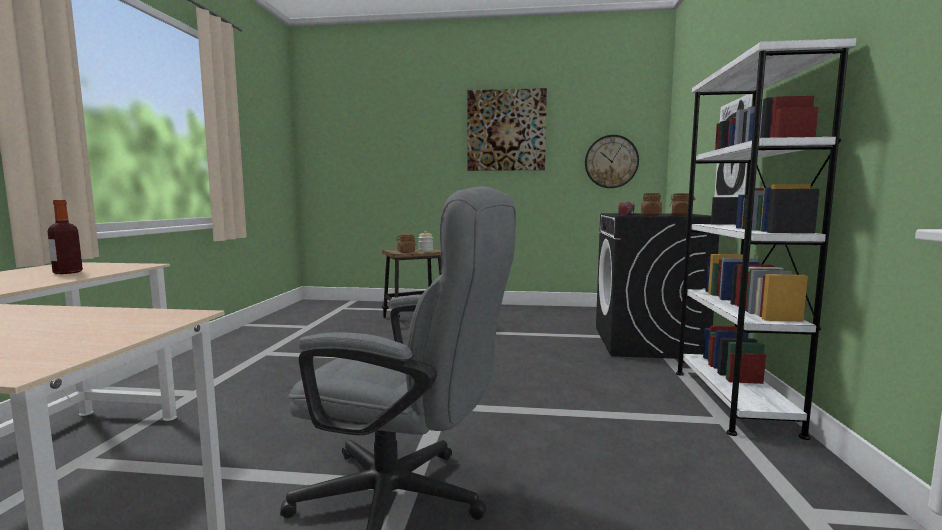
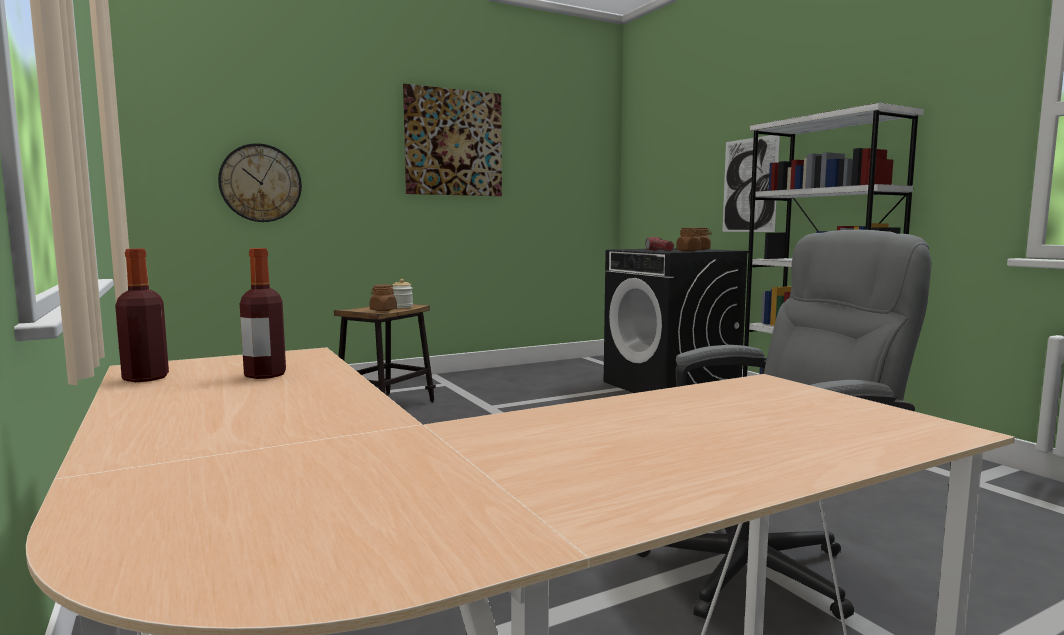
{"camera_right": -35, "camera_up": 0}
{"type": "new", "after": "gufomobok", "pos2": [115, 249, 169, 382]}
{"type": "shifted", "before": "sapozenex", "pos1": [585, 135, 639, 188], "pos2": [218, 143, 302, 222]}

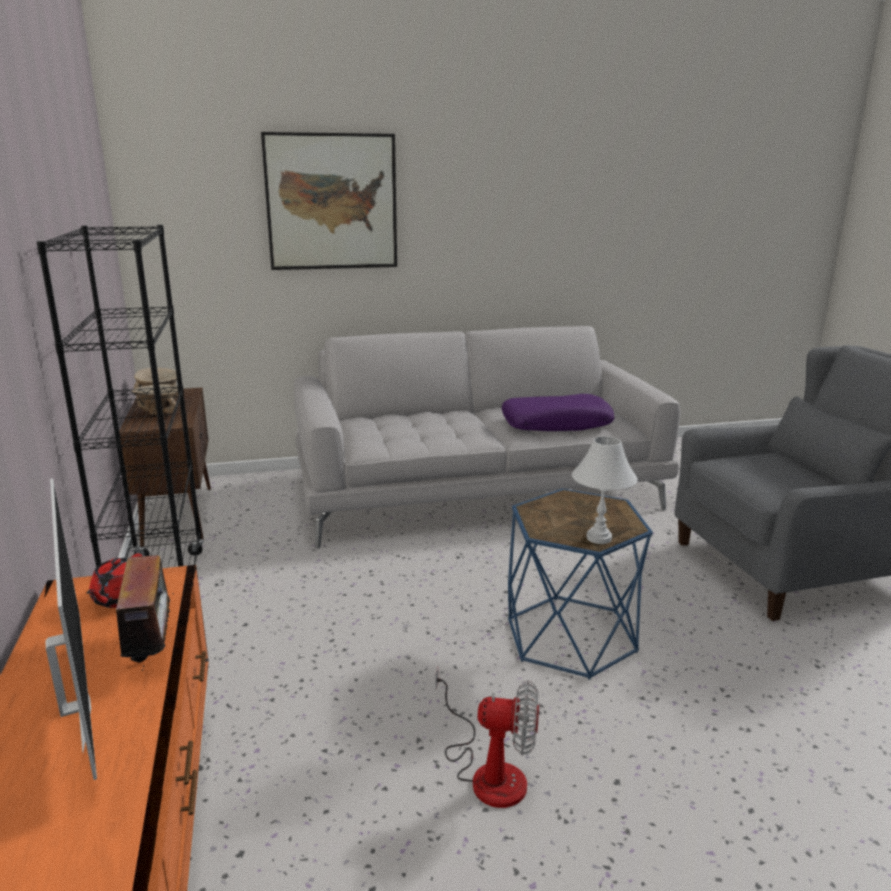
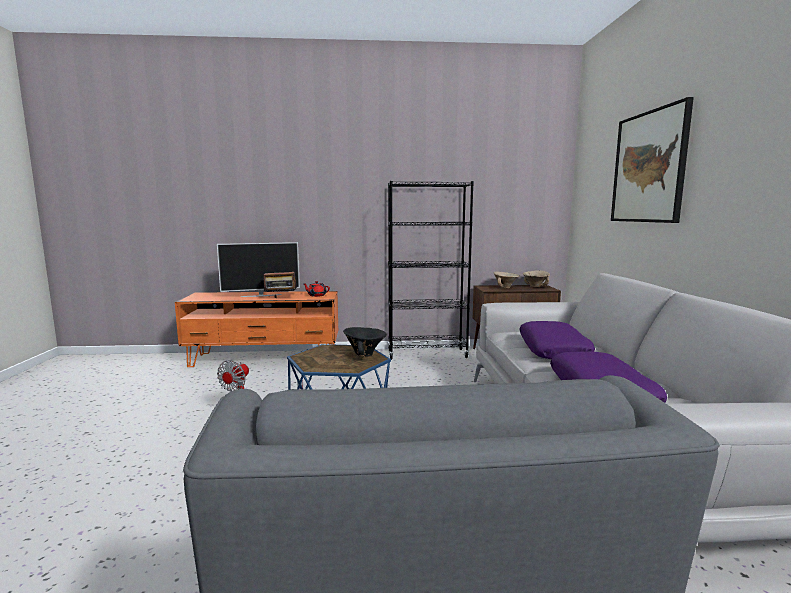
{"camera_right": 100, "camera_up": -10}
{"type": "new", "after": "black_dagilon", "pos2": [343, 327, 387, 358]}
{"type": "new", "after": "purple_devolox", "pos2": [519, 321, 595, 359]}
{"type": "gone", "before": "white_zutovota", "pos1": [572, 436, 638, 544]}

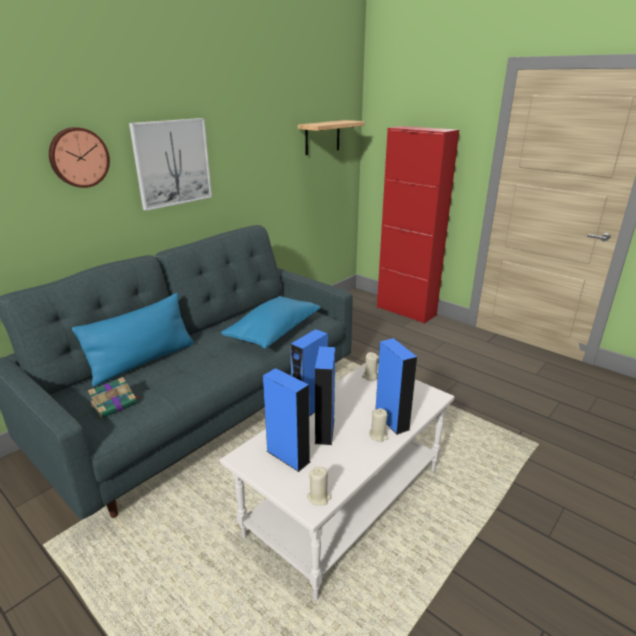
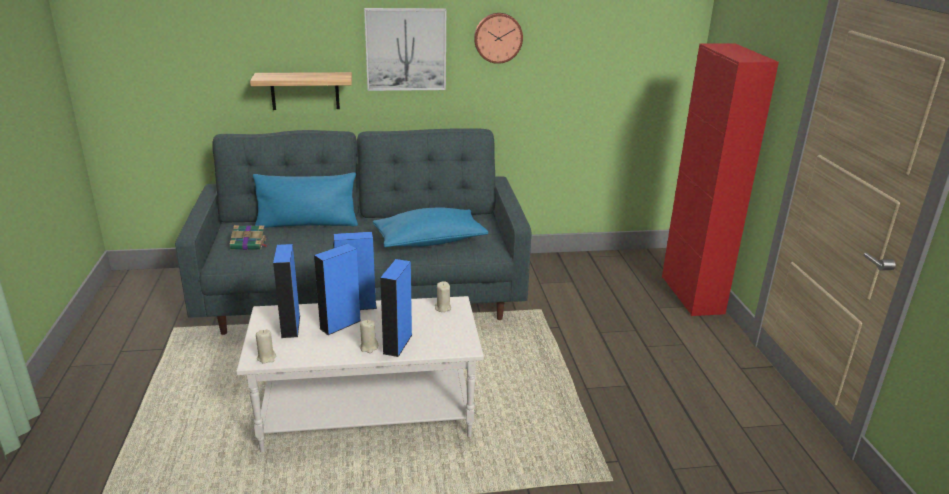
{"camera_right": 40, "camera_up": 0}
{"type": "shifted", "before": "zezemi", "pos1": [298, 120, 365, 155], "pos2": [250, 72, 352, 110]}
{"type": "shifted", "before": "sapozenex", "pos1": [49, 127, 110, 188], "pos2": [474, 13, 523, 64]}

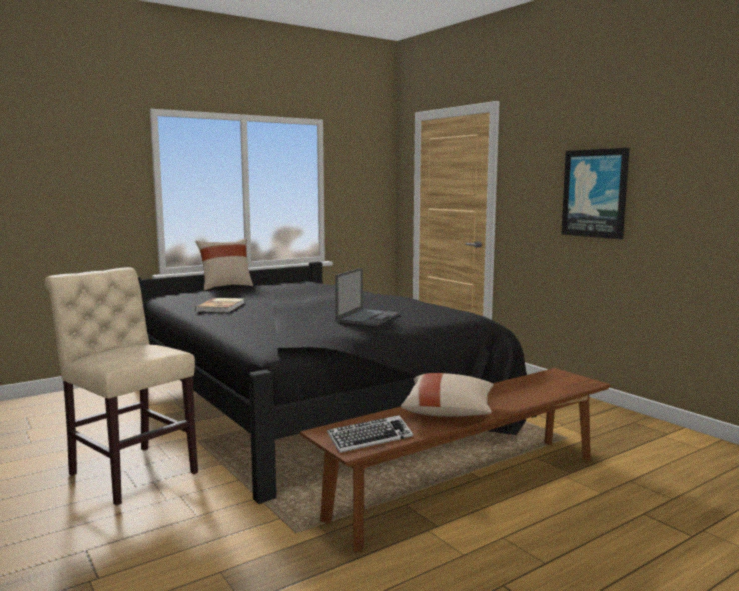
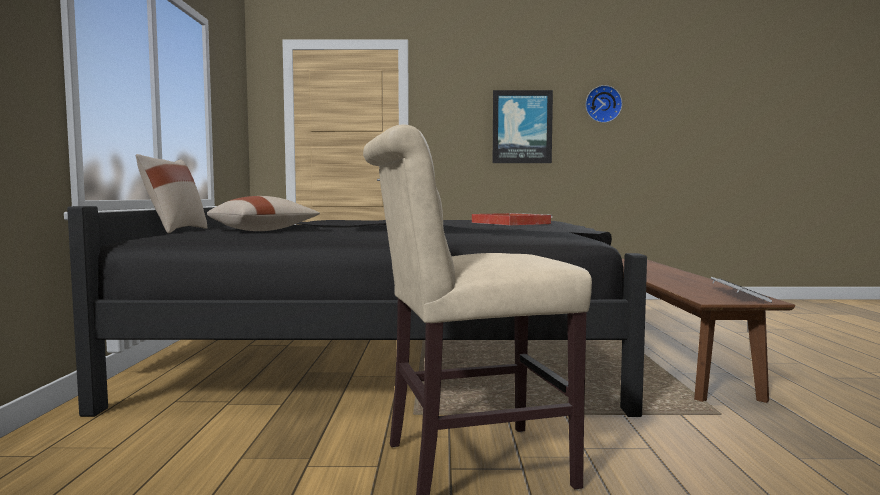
{"camera_right": -55, "camera_up": -5}
{"type": "shifted", "before": "beige_devolox", "pos1": [401, 373, 494, 417], "pos2": [207, 196, 320, 231]}
{"type": "swapped", "before": "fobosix", "after": "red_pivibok", "pos1": [335, 268, 400, 326], "pos2": [472, 213, 553, 225]}
{"type": "new", "after": "sapozenex", "pos2": [585, 85, 622, 123]}
{"type": "gone", "before": "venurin", "pos1": [195, 298, 244, 312]}

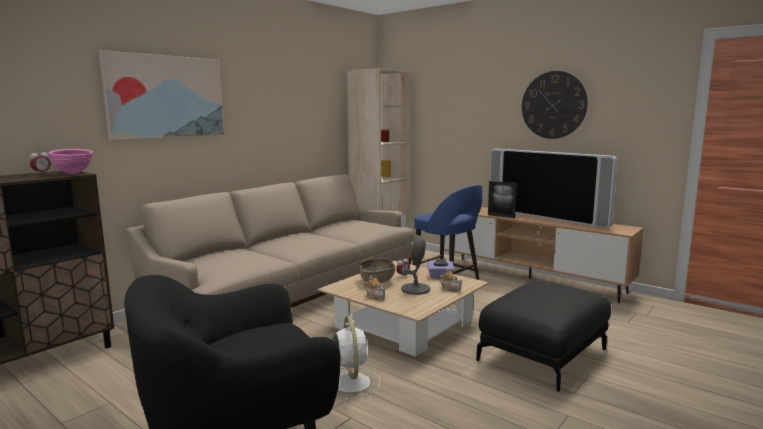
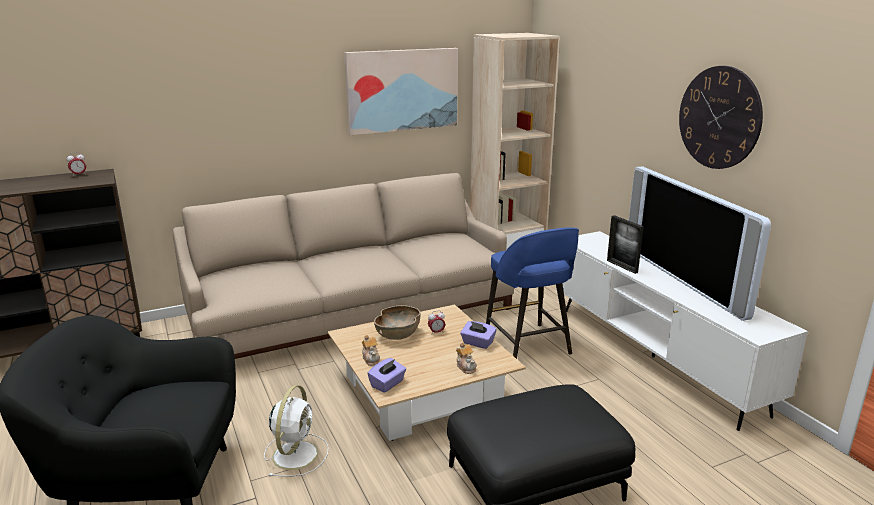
{"camera_right": 25, "camera_up": 10}
{"type": "shifted", "before": "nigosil", "pos1": [99, 50, 224, 140], "pos2": [344, 48, 458, 135]}
{"type": "new", "after": "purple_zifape", "pos2": [367, 358, 406, 393]}
{"type": "repainted", "before": "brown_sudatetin", "after": "white_sudatetin", "pos1": [444, 207, 644, 303], "pos2": [556, 231, 808, 431]}
{"type": "gone", "before": "pink_dagilon", "pos1": [48, 149, 93, 174]}
{"type": "gone", "before": "grey_zutovota", "pos1": [401, 234, 430, 295]}

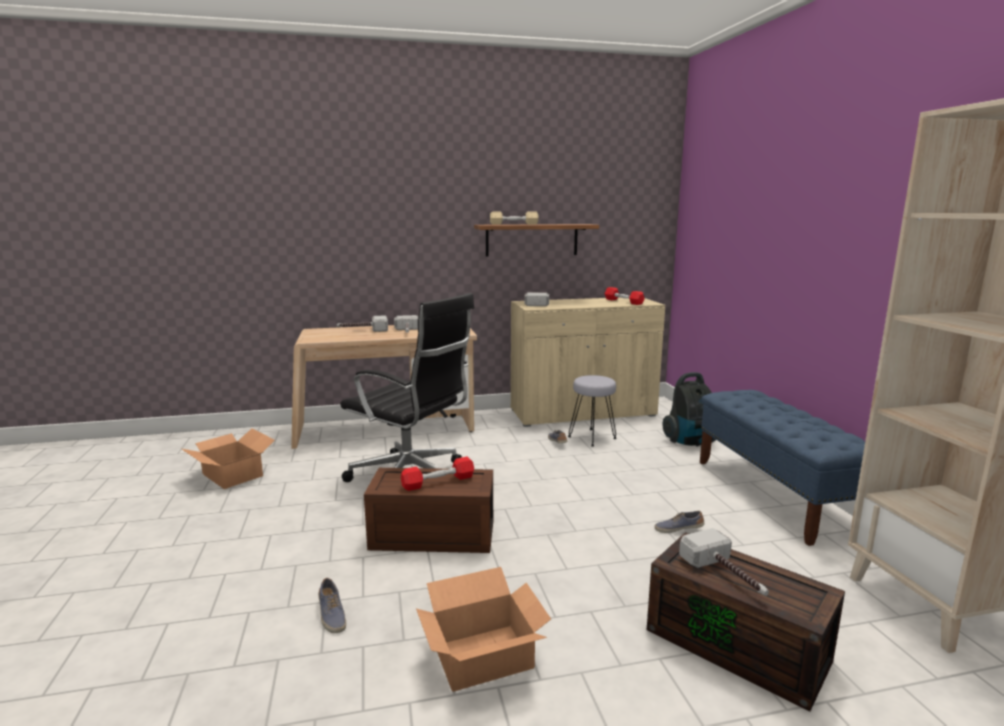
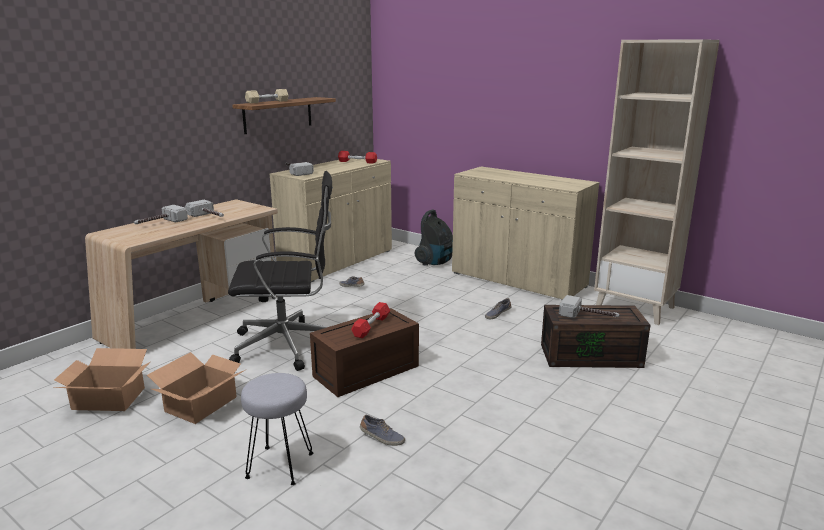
{"camera_right": -40, "camera_up": 5}
{"type": "shifted", "before": "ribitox", "pos1": [416, 567, 551, 692], "pos2": [147, 352, 245, 424]}
{"type": "shifted", "before": "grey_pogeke", "pos1": [568, 375, 617, 447], "pos2": [241, 373, 313, 485]}
{"type": "swapped", "before": "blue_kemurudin", "after": "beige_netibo", "pos1": [700, 390, 865, 546], "pos2": [452, 167, 599, 301]}

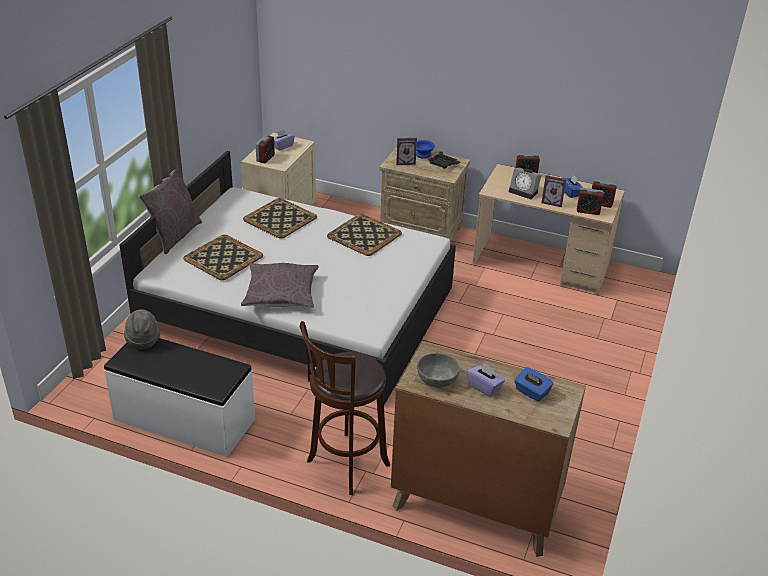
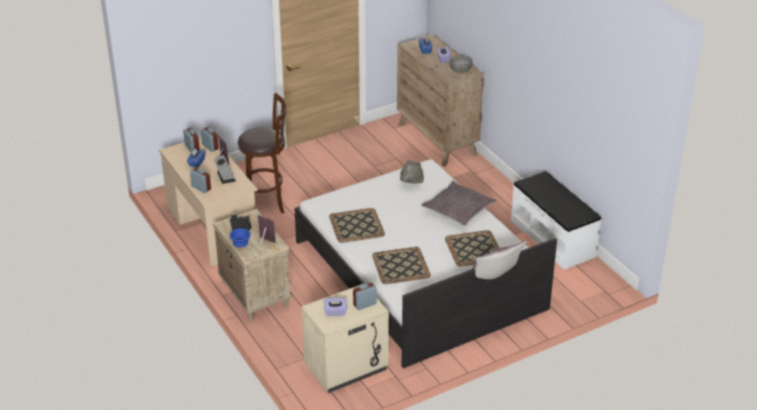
{"camera_right": -140, "camera_up": 0}
{"type": "shifted", "before": "brown_pogeke", "pos1": [300, 321, 390, 495], "pos2": [238, 93, 287, 214]}
{"type": "shifted", "before": "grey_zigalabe", "pos1": [124, 309, 160, 350], "pos2": [400, 160, 424, 184]}

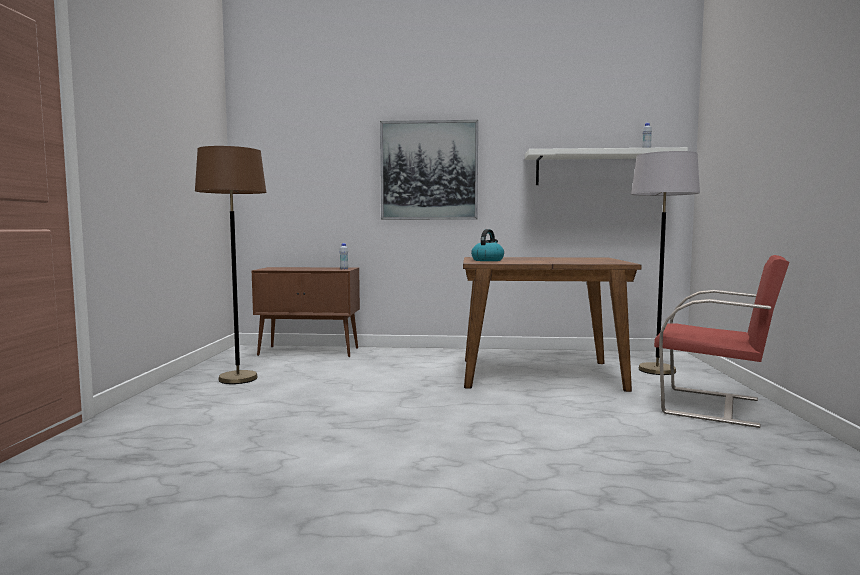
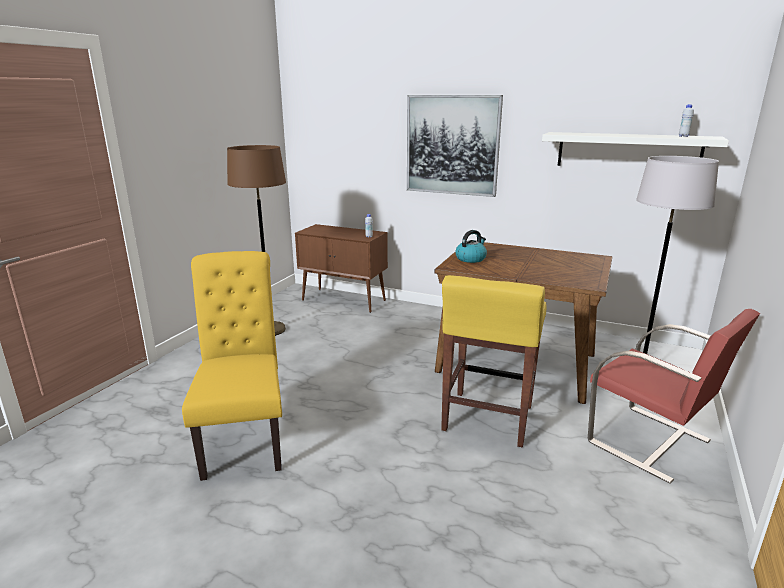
{"camera_right": 20, "camera_up": 15}
{"type": "new", "after": "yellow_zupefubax", "pos2": [182, 251, 282, 481]}
{"type": "new", "after": "yellow_pogeke", "pos2": [441, 275, 547, 447]}

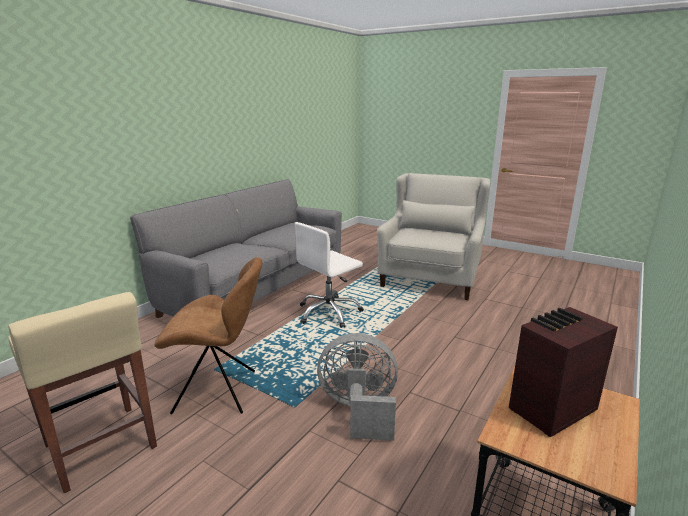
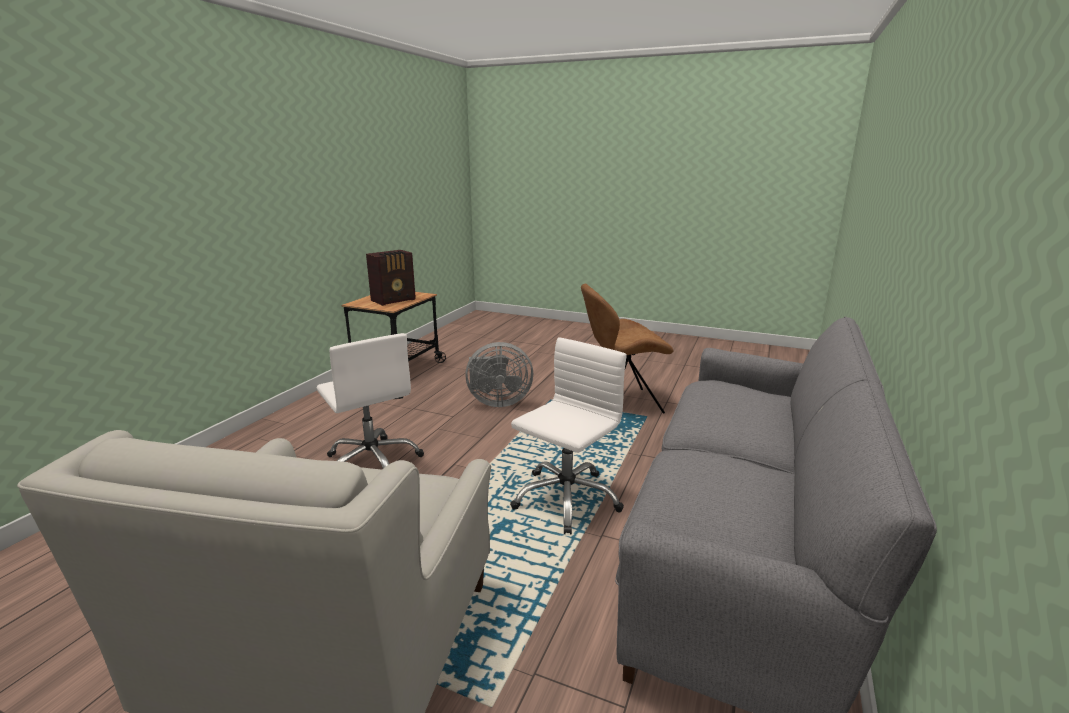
{"camera_right": 170, "camera_up": 0}
{"type": "new", "after": "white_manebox", "pos2": [317, 333, 424, 468]}
{"type": "gone", "before": "beige_pogeke", "pos1": [8, 292, 157, 493]}

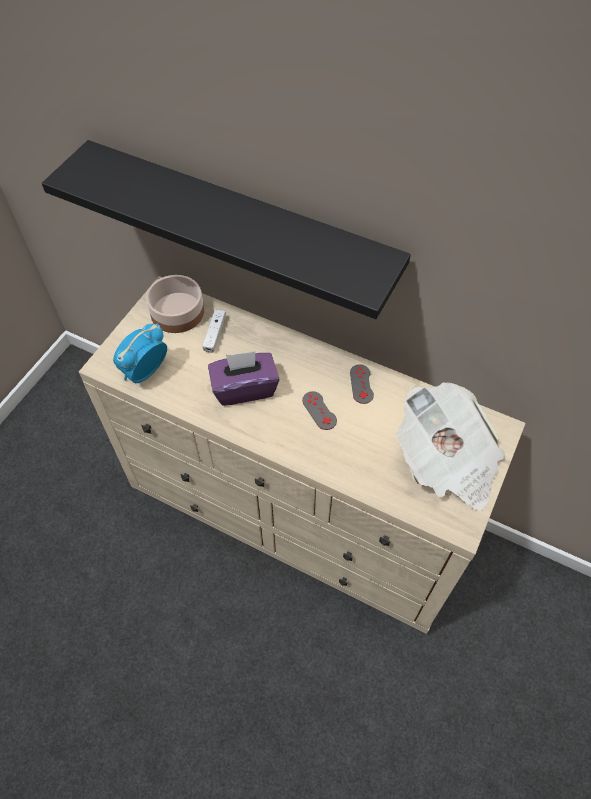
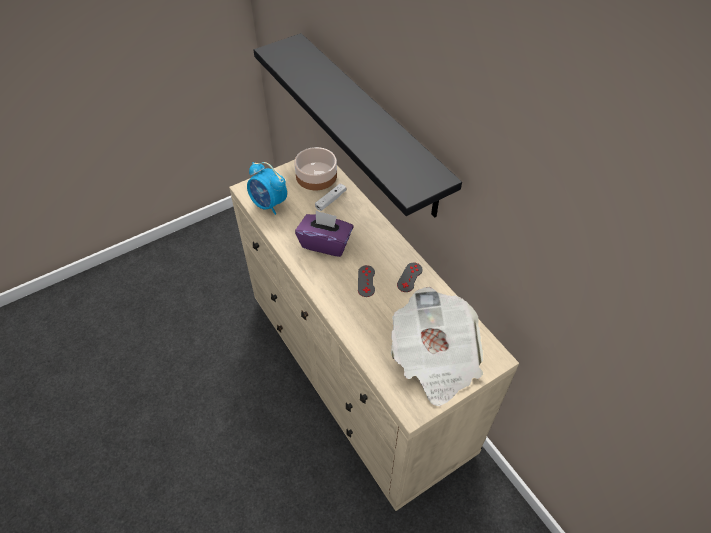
{"camera_right": 30, "camera_up": -5}
{"type": "rotated", "before": "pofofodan", "pos1": [113, 323, 167, 383], "pos2": [247, 162, 287, 215], "turn": -120}

